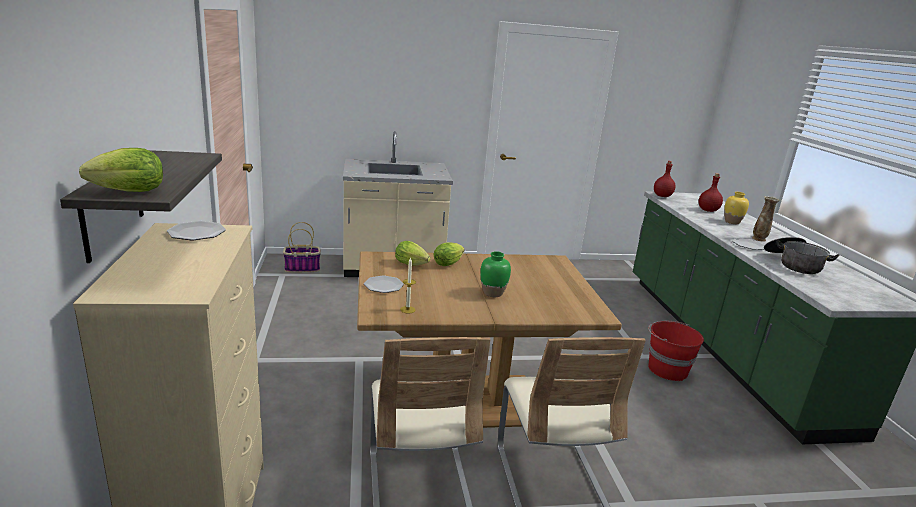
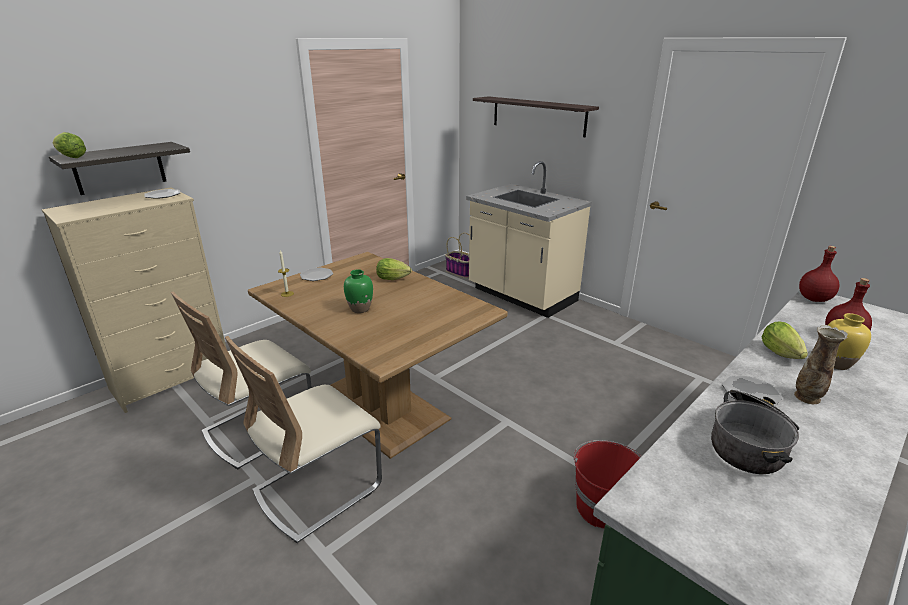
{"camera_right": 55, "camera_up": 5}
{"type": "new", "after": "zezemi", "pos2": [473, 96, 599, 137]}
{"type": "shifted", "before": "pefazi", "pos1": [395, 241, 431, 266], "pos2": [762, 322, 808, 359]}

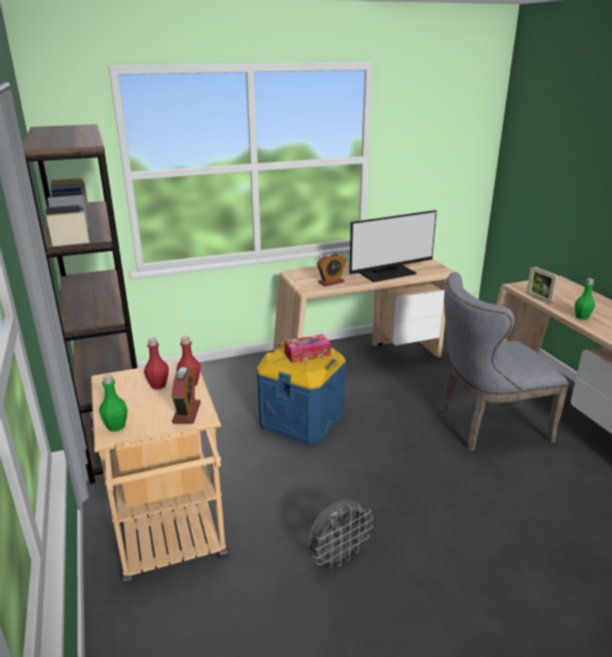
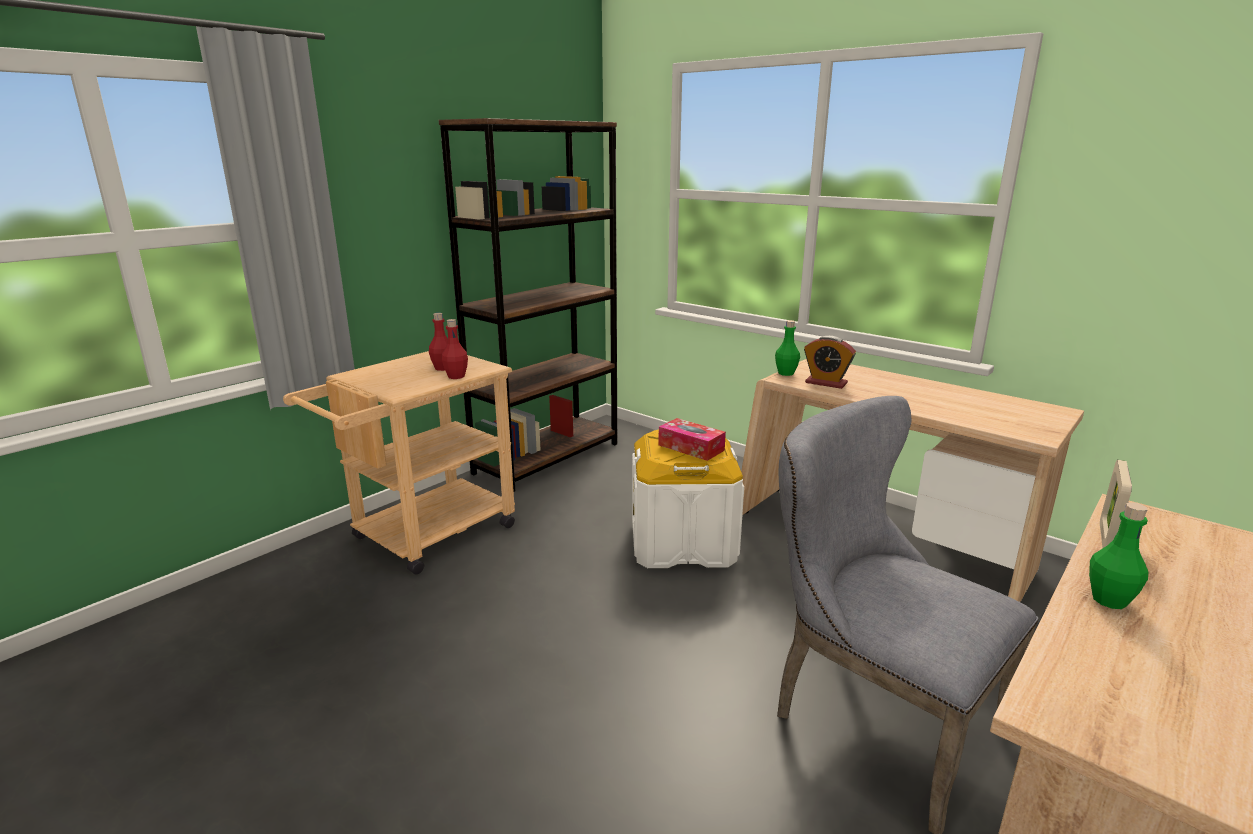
{"camera_right": 60, "camera_up": -5}
{"type": "repainted", "before": "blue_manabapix", "after": "white_manabapix", "pos1": [256, 341, 346, 445], "pos2": [632, 430, 744, 568]}
{"type": "shifted", "before": "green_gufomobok", "pos1": [99, 374, 127, 432], "pos2": [775, 320, 800, 376]}
{"type": "gone", "before": "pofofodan", "pos1": [172, 367, 201, 424]}
{"type": "gone", "before": "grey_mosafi", "pos1": [308, 499, 373, 569]}
{"type": "gone", "before": "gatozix", "pos1": [350, 210, 437, 282]}

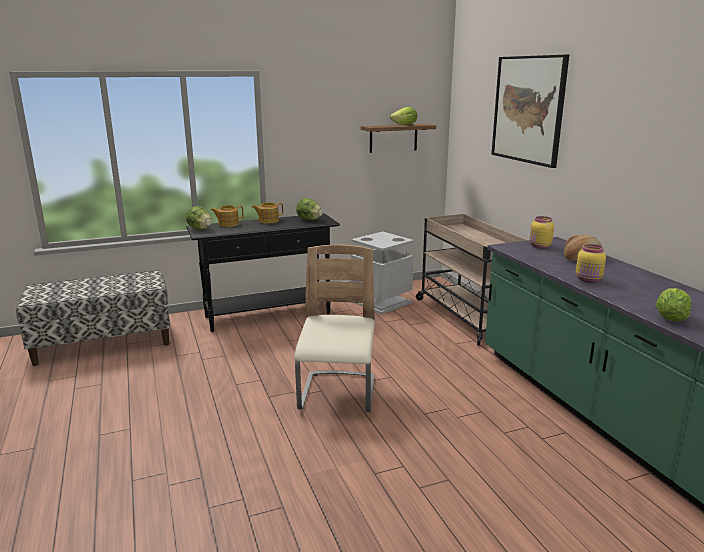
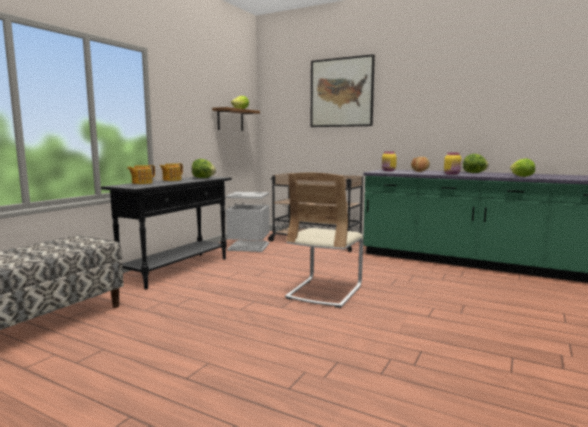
{"camera_right": -40, "camera_up": -10}
{"type": "rotated", "before": "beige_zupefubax", "pos1": [295, 245, 375, 412], "pos2": [285, 172, 363, 308], "turn": -120}
{"type": "shifted", "before": "pefazi", "pos1": [186, 206, 212, 230], "pos2": [463, 154, 489, 173]}

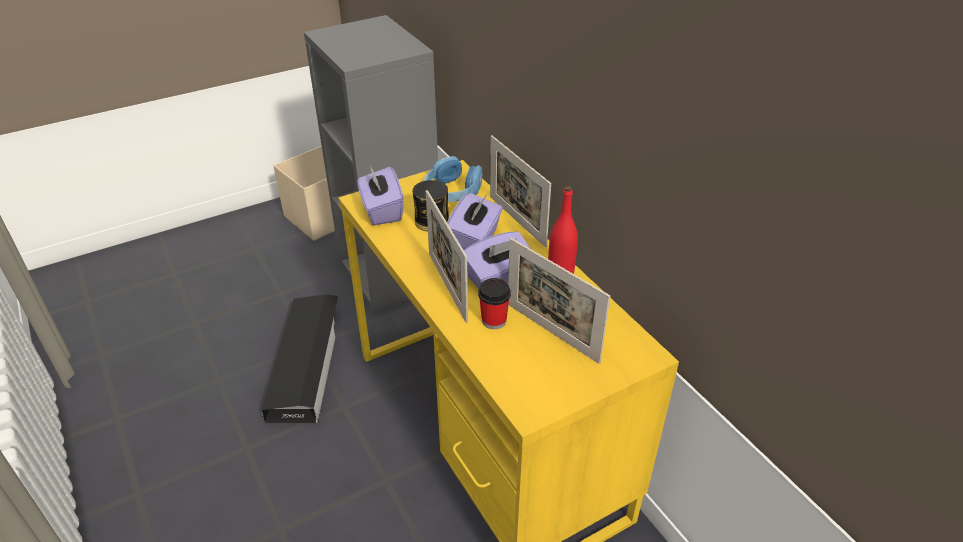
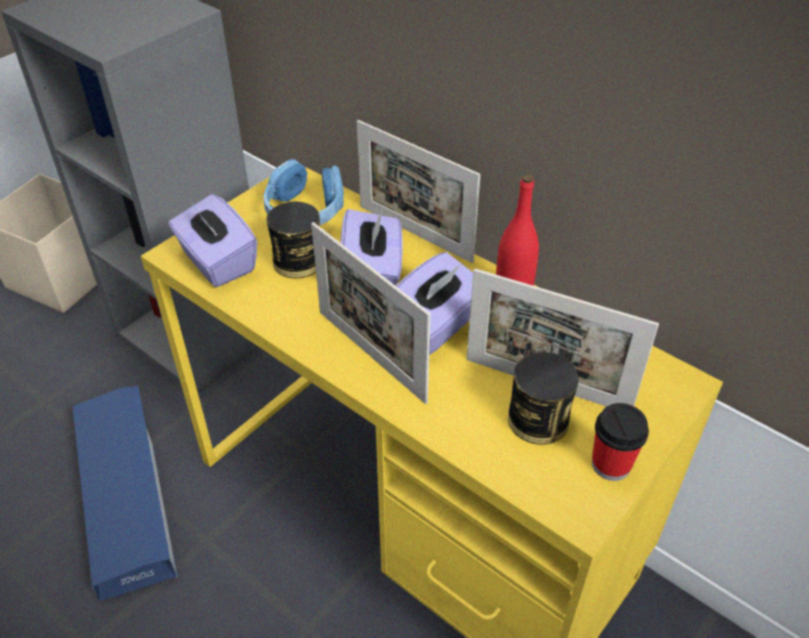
{"camera_right": -20, "camera_up": 5}
{"type": "repainted", "before": "black_manabapix", "after": "blue_manabapix", "pos1": [261, 294, 338, 423], "pos2": [73, 386, 178, 601]}
{"type": "new", "after": "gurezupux", "pos2": [508, 352, 579, 445]}
{"type": "shifted", "before": "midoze", "pos1": [478, 278, 511, 329], "pos2": [592, 403, 649, 481]}

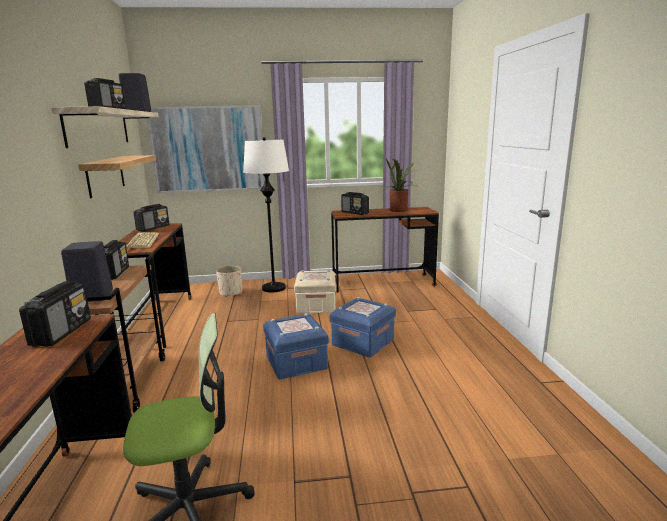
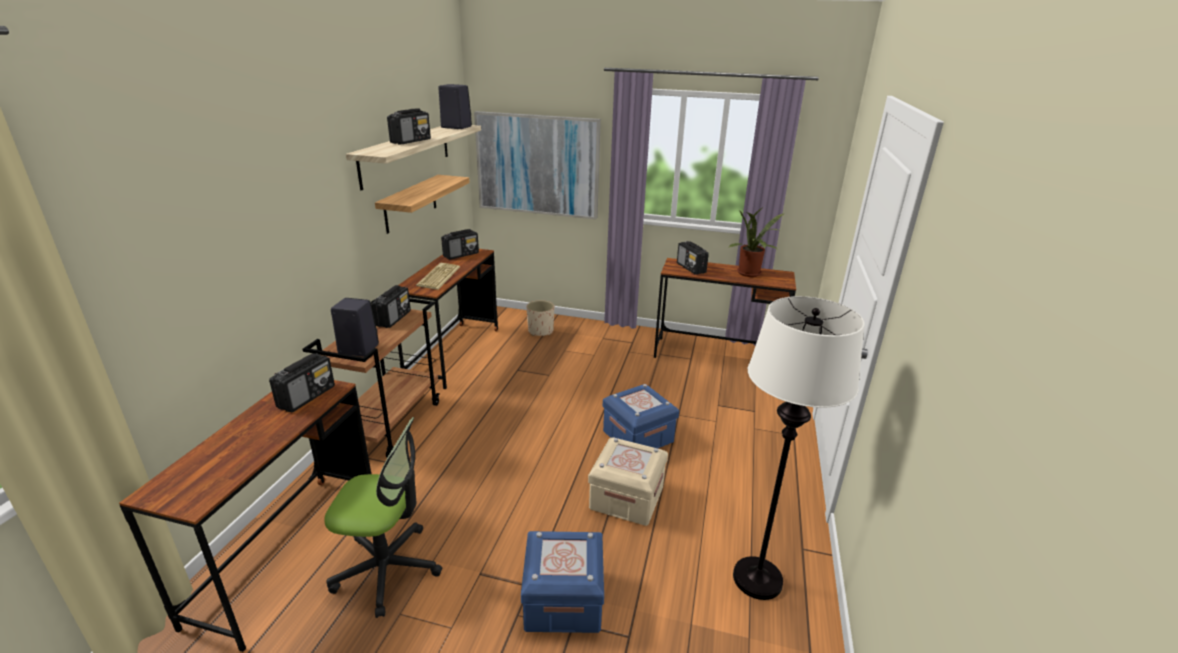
{"camera_right": 20, "camera_up": 10}
{"type": "shifted", "before": "blue_manabapix", "pos1": [263, 313, 329, 379], "pos2": [521, 531, 604, 633]}
{"type": "shifted", "before": "beige_manabapix", "pos1": [294, 270, 336, 313], "pos2": [588, 438, 668, 526]}
{"type": "shifted", "before": "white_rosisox", "pos1": [243, 137, 289, 292], "pos2": [733, 296, 865, 600]}

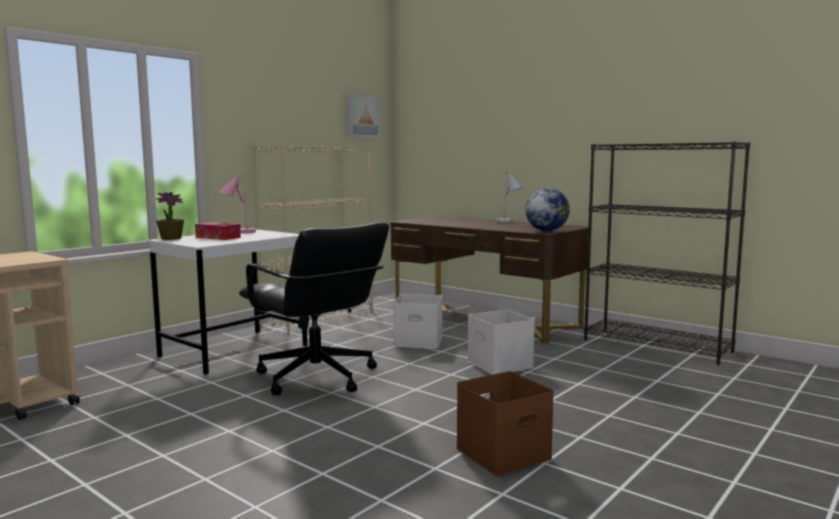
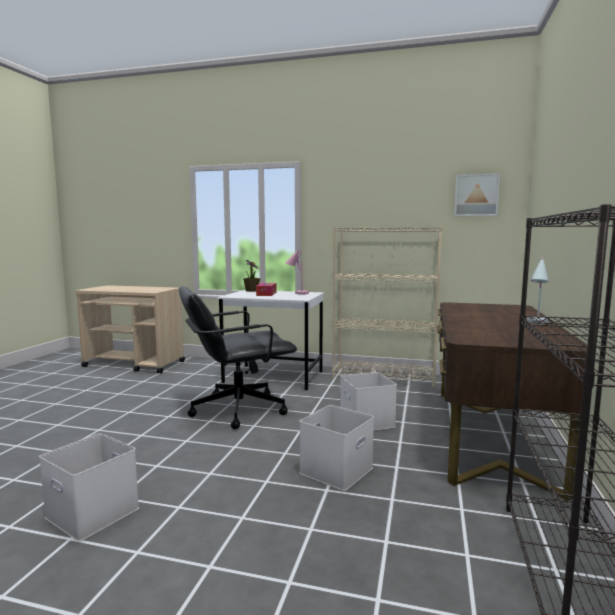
{"camera_right": 65, "camera_up": 0}
{"type": "repainted", "before": "brown_manabapix", "after": "white_manabapix", "pos1": [456, 371, 554, 476], "pos2": [39, 433, 139, 542]}
{"type": "rotated", "before": "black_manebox", "pos1": [239, 222, 389, 395], "pos2": [179, 286, 297, 429], "turn": 45}
{"type": "gone", "before": "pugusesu", "pos1": [525, 188, 570, 231]}

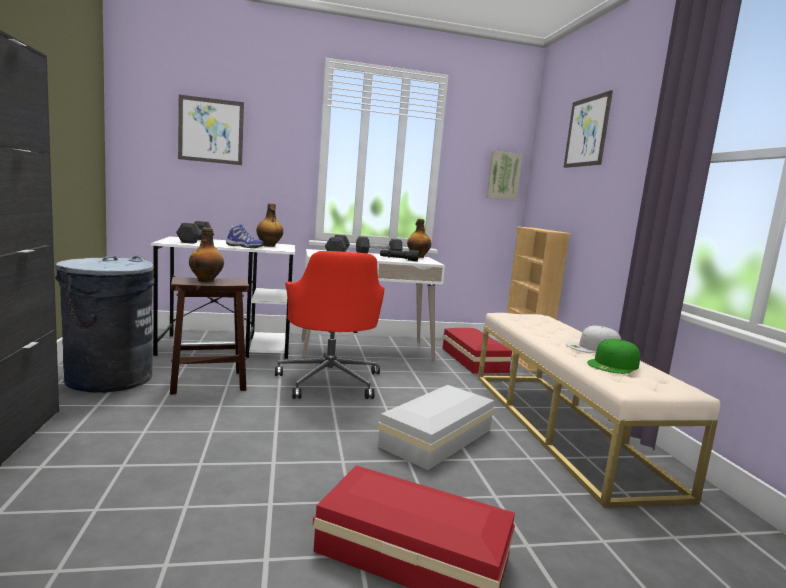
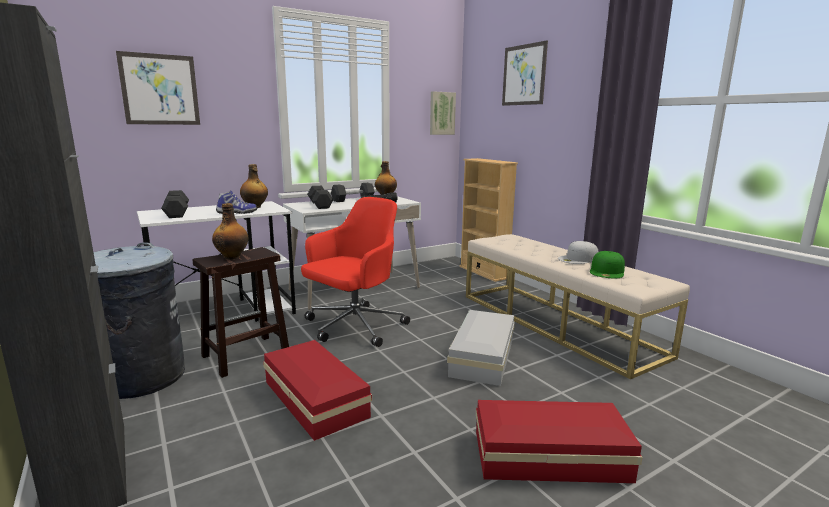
{"camera_right": -20, "camera_up": 5}
{"type": "shifted", "before": "red_manabapix", "pos1": [442, 328, 513, 374], "pos2": [263, 340, 372, 441]}
{"type": "rotated", "before": "red_manebox", "pos1": [275, 251, 385, 399], "pos2": [301, 197, 410, 347], "turn": -105}

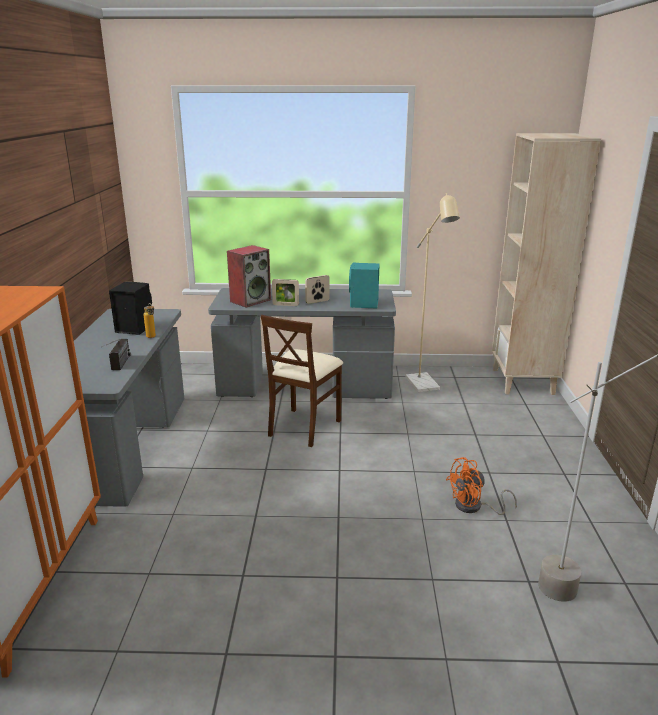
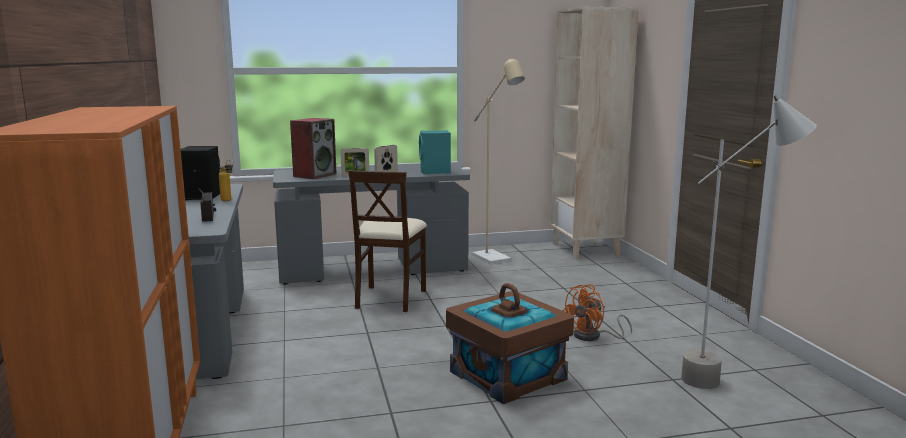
{"camera_right": -15, "camera_up": -10}
{"type": "new", "after": "brown_manabapix", "pos2": [446, 283, 574, 404]}

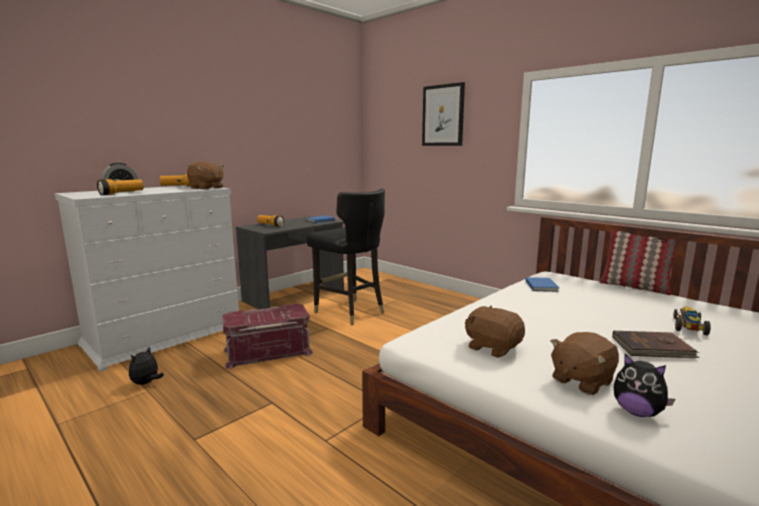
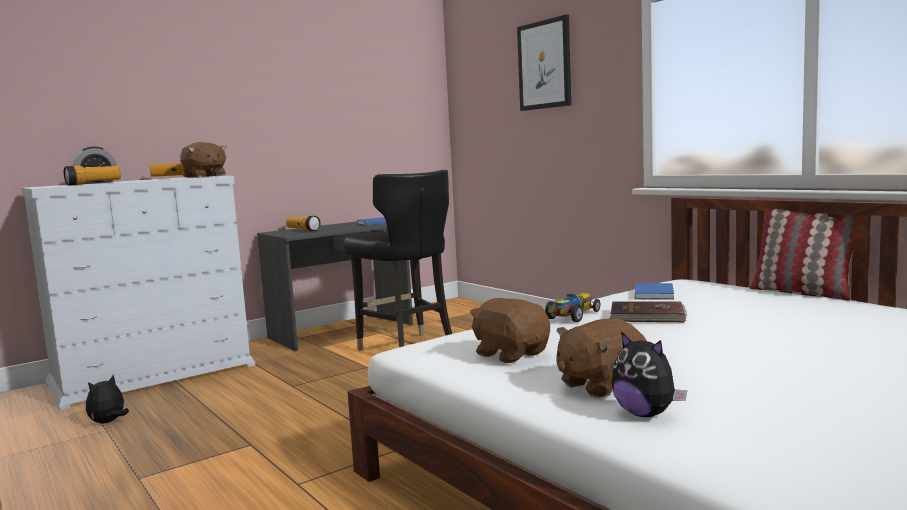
{"camera_right": 10, "camera_up": -5}
{"type": "shifted", "before": "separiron", "pos1": [674, 307, 711, 336], "pos2": [545, 293, 600, 322]}
{"type": "shifted", "before": "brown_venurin", "pos1": [612, 331, 700, 358], "pos2": [610, 301, 687, 323]}
{"type": "gone", "before": "red_manabapix", "pos1": [222, 304, 313, 369]}

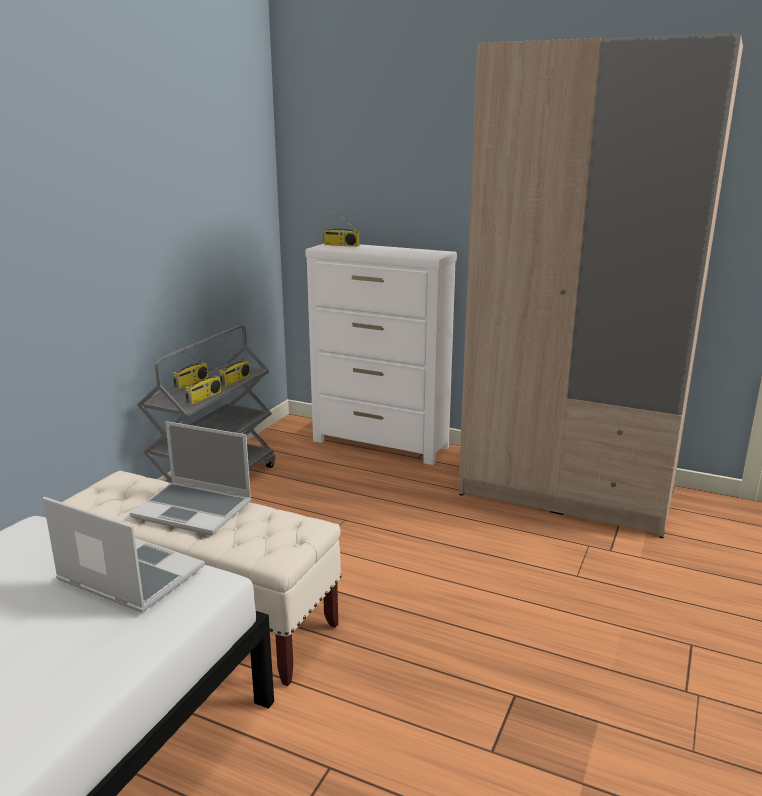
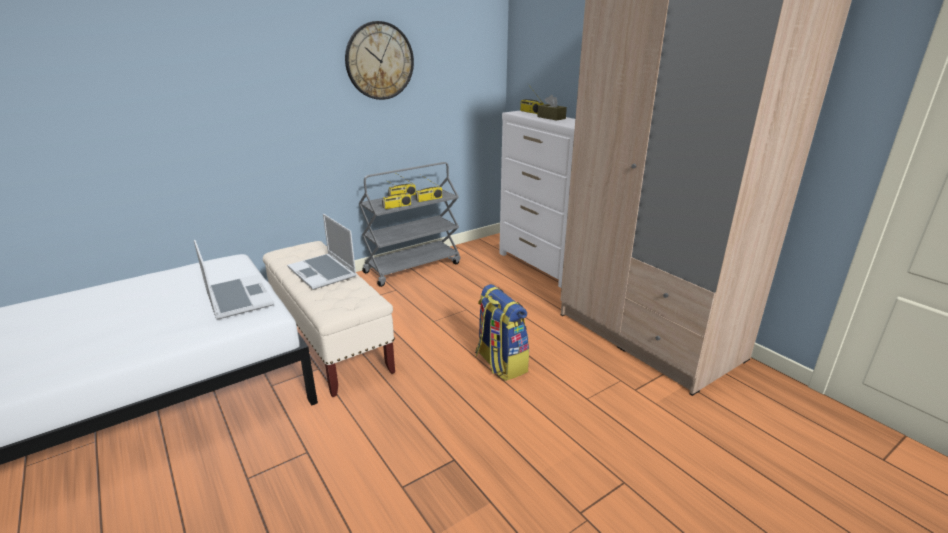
{"camera_right": 30, "camera_up": 5}
{"type": "new", "after": "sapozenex", "pos2": [345, 21, 414, 100]}
{"type": "new", "after": "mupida", "pos2": [475, 284, 529, 381]}
{"type": "new", "after": "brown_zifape", "pos2": [537, 95, 567, 121]}

